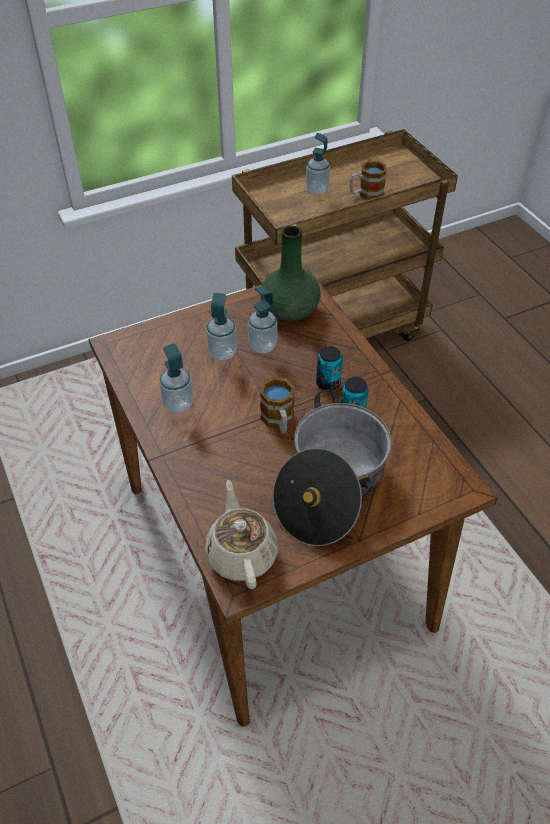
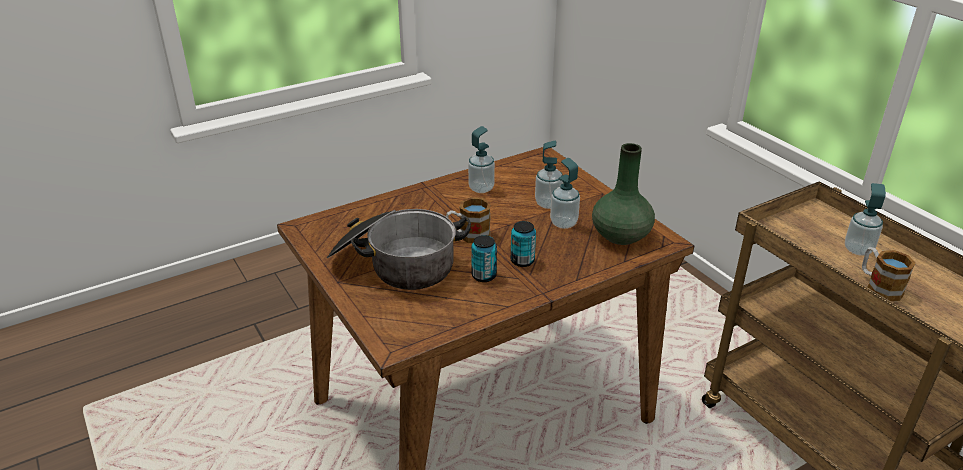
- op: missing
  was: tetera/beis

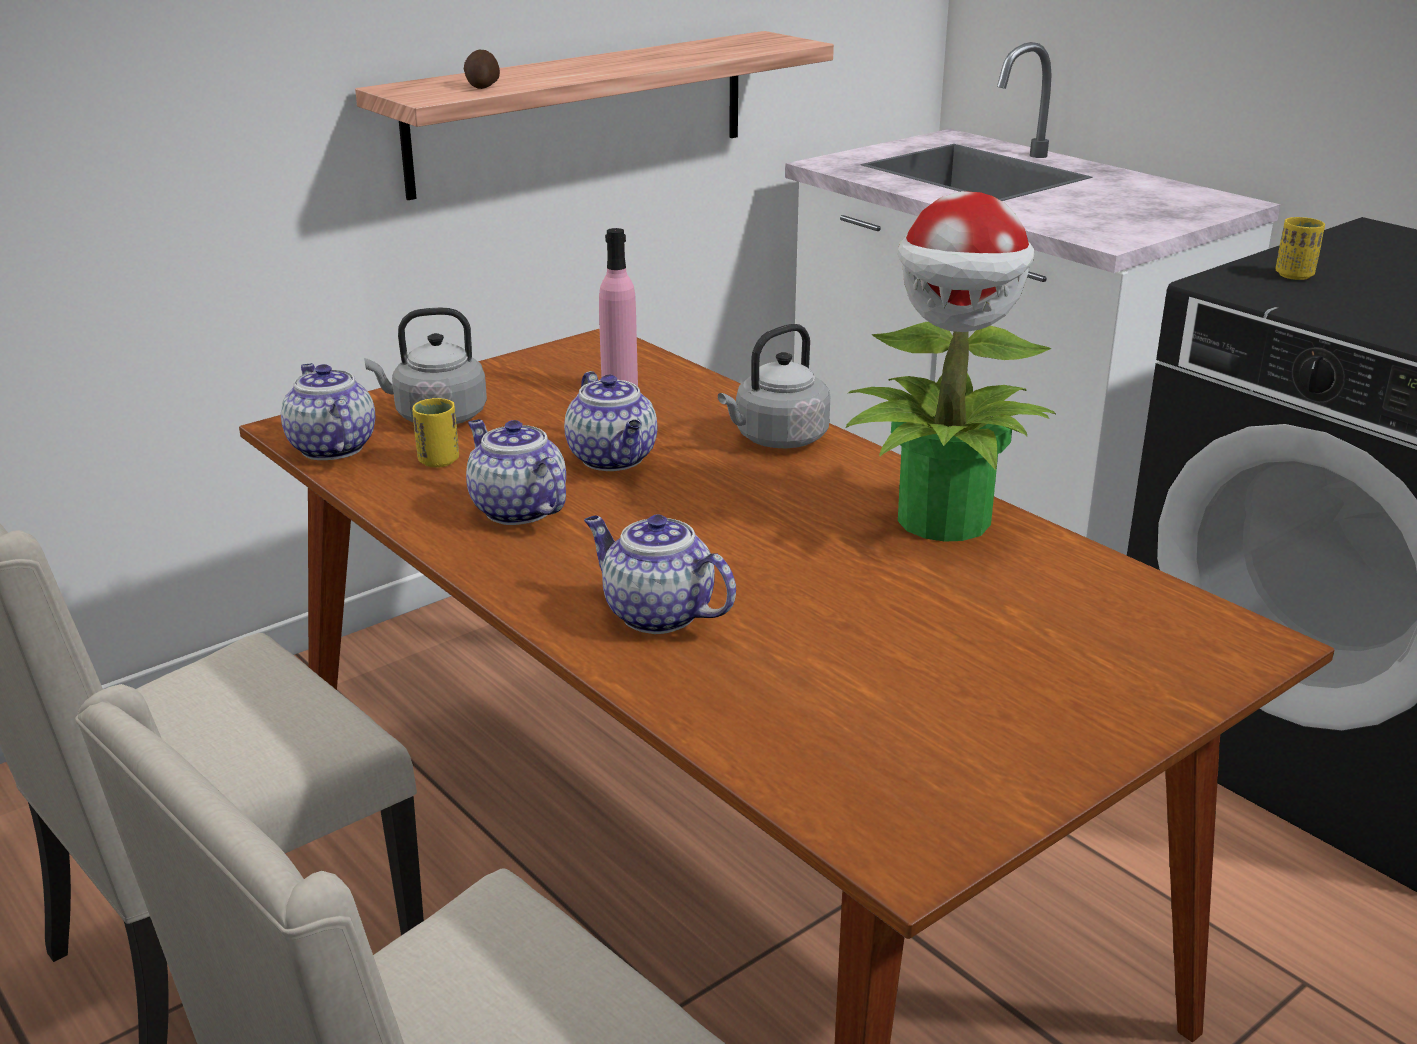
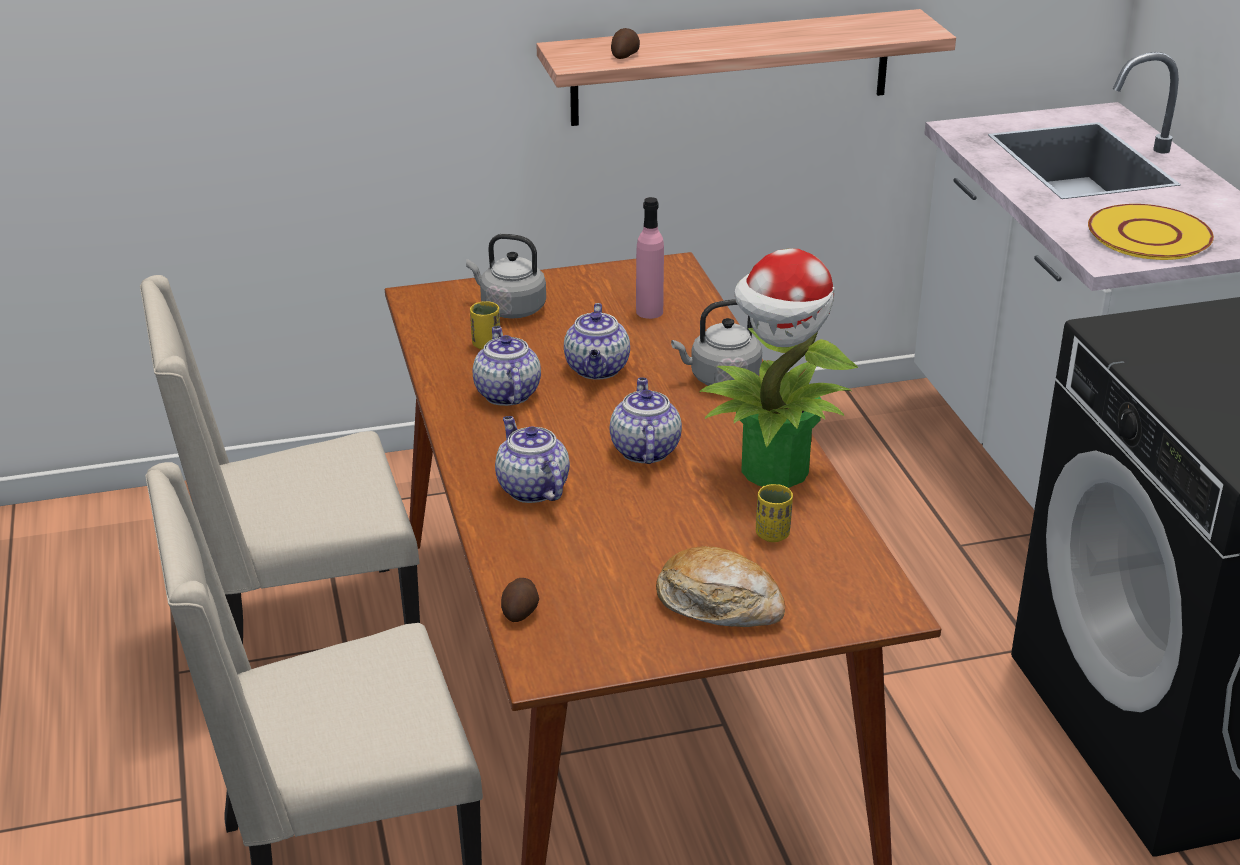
- op: appeared
  now: patata (no. 1 from left)
- op: relocated
  was: tetera (no. 1 from left in the first image)
  now: tetera (no. 4 from left)
- op: appeared
  now: pan
- op: relocated
  was: taza/amarillo (no. 2 from left)
- op: appeared
  now: plato/amarillo

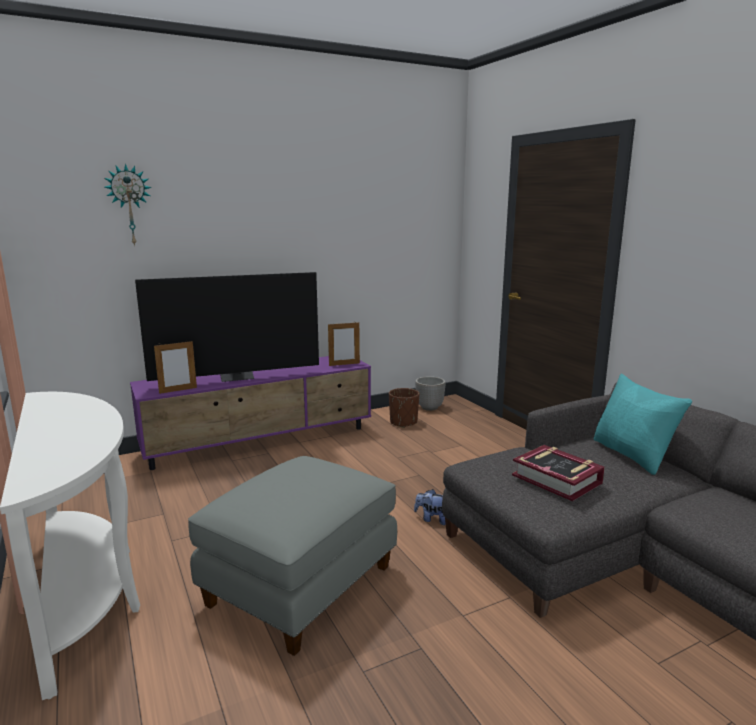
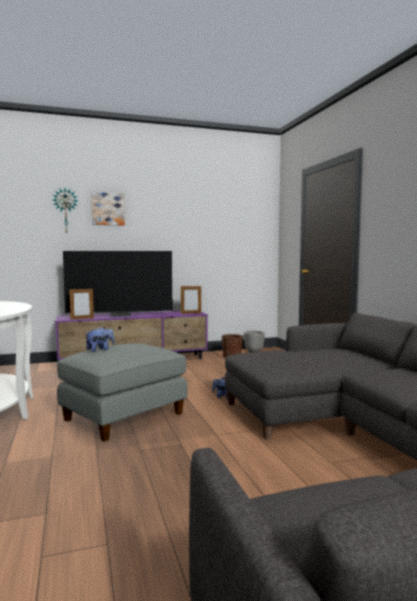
- op: appeared
  now: peluche (no. 1 from left)
- op: appeared
  now: cuadro
- op: missing
  was: libro
- op: missing
  was: cojín/turquesa

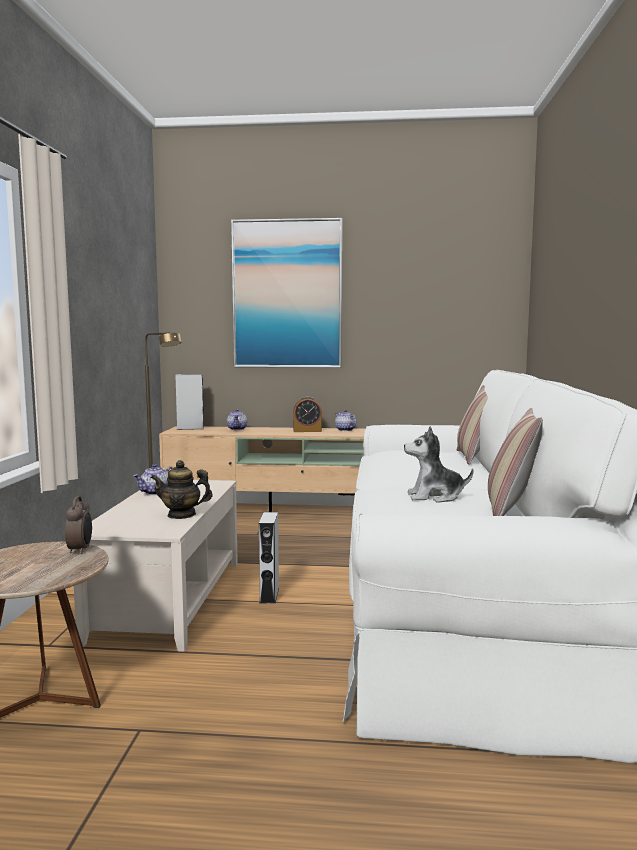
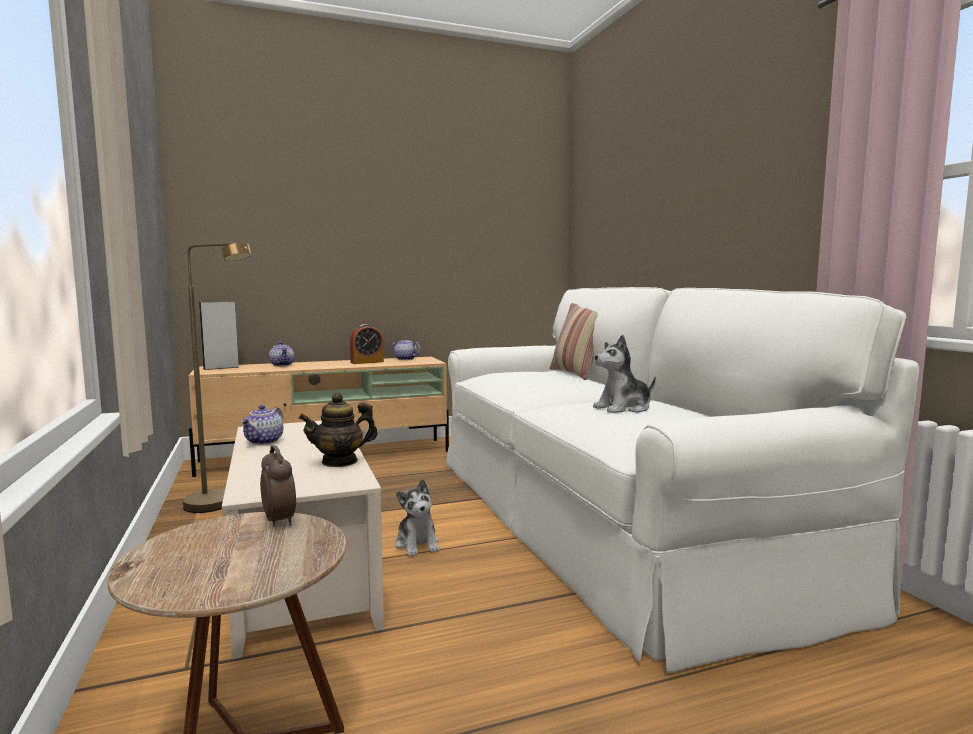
- op: exchanged
  was: altavoz/gris (no. 2 from left)
  now: peluche (no. 1 from left)
- op: missing
  was: cuadro
- op: missing
  was: cojín (no. 2 from left)

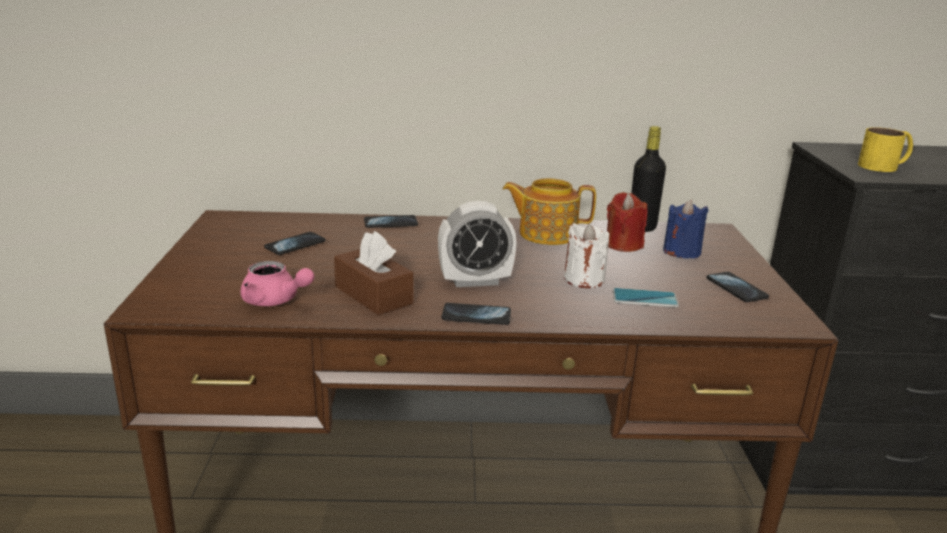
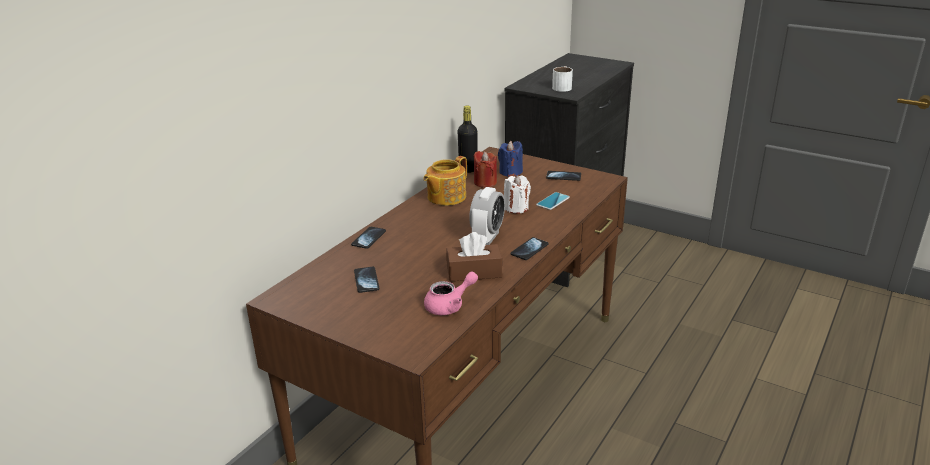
- op: colour
  was: taza grande/amarillo
  now: taza grande/blanco

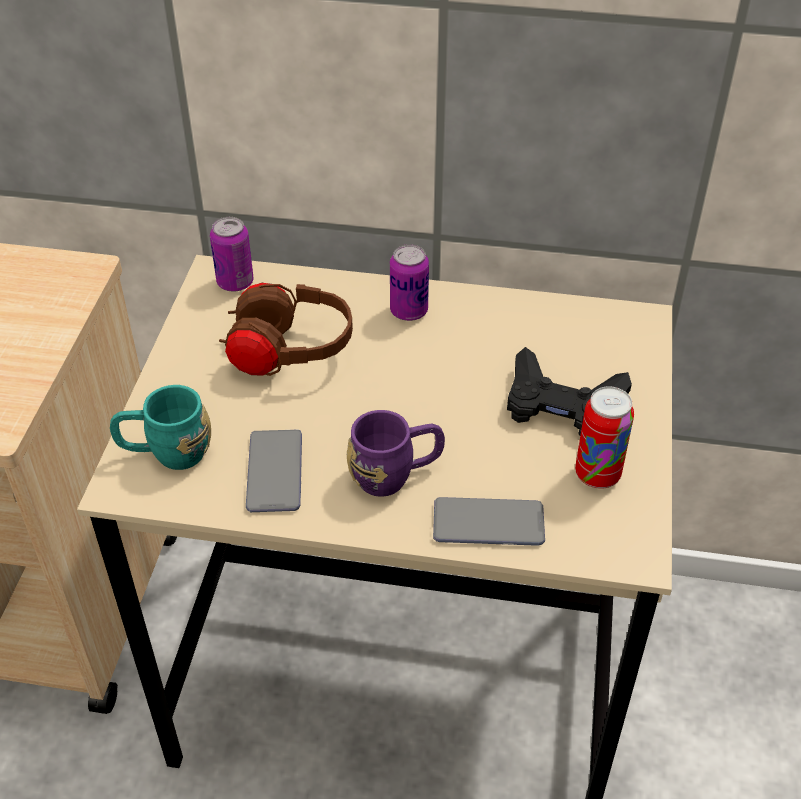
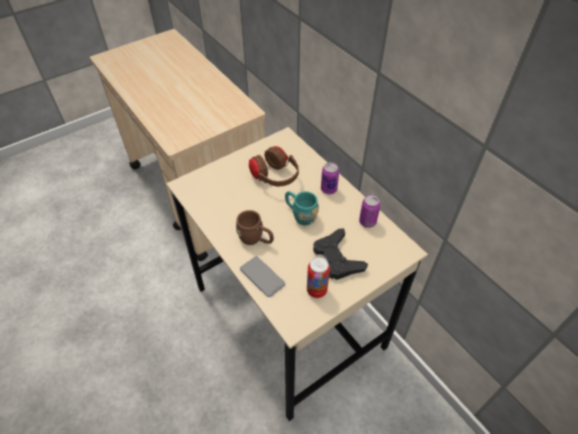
- op: colour
  was: taza grande/morado
  now: taza grande/marrón
- op: relocated
  was: taza grande/turquesa
- op: relocated
  was: lata (no. 1 from left in the first image)
  now: lata (no. 3 from left)
- op: missing
  was: móvil (no. 1 from left)

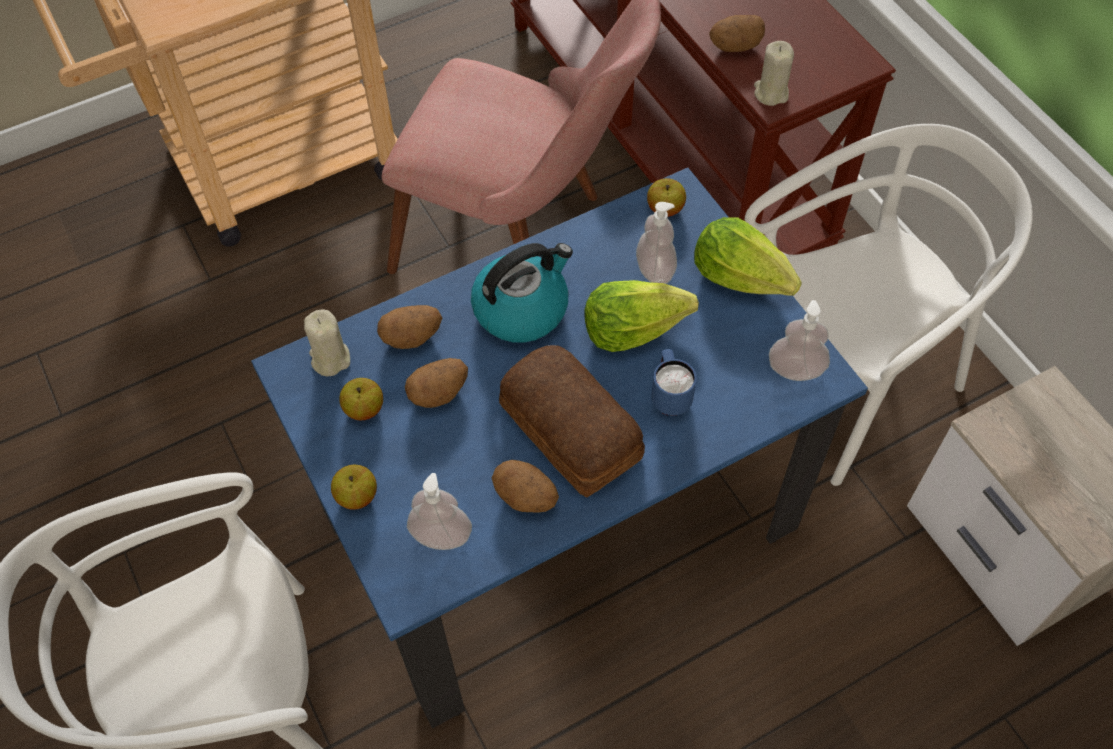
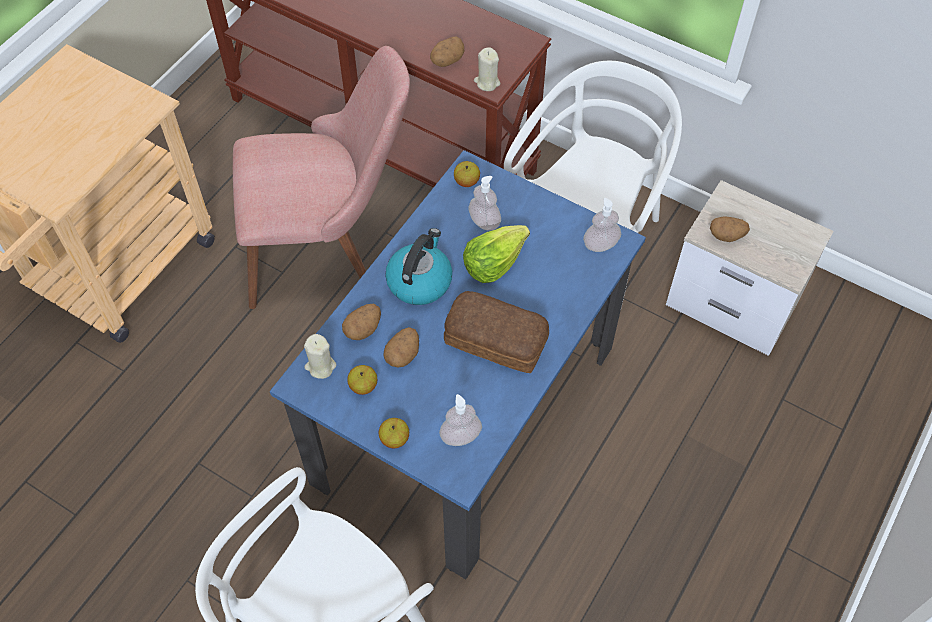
- op: relocated
  was: patata (no. 3 from left in the first image)
  now: patata (no. 4 from left)
- op: missing
  was: taza grande/azul
- op: missing
  was: lechuga (no. 2 from left)

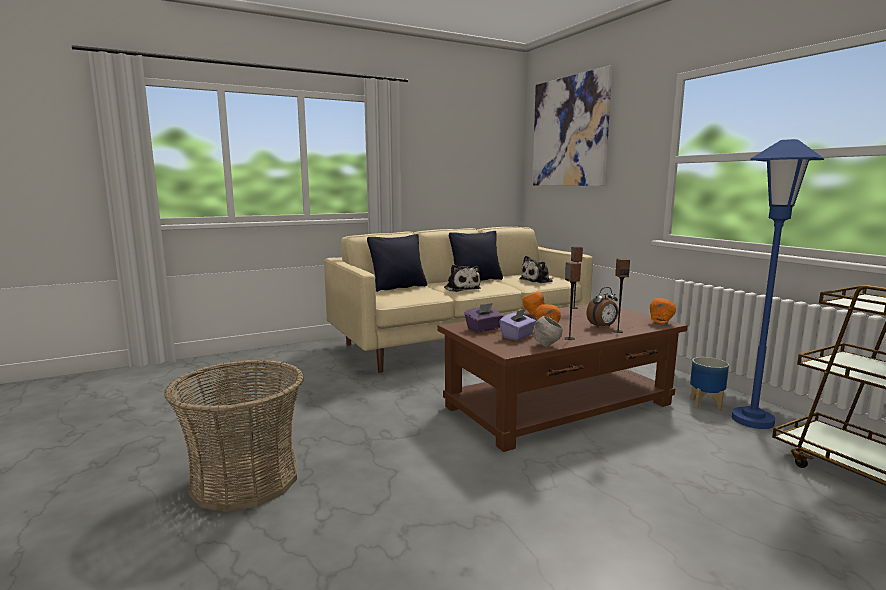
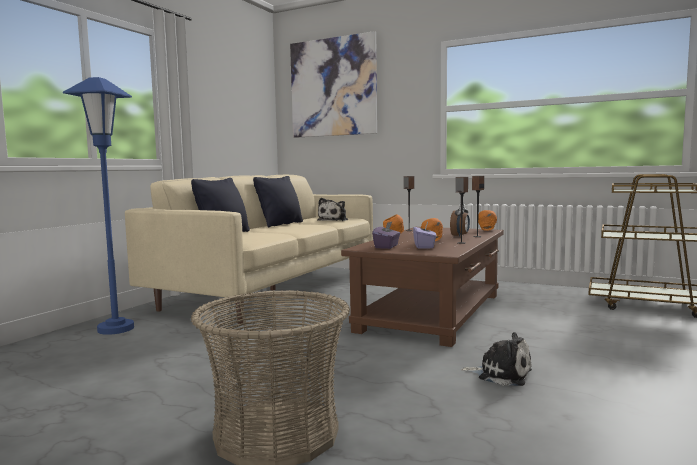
- op: relocated
  was: lámpara de pie/azul
- op: relocated
  was: peluche (no. 1 from left in the first image)
  now: peluche (no. 2 from left)
- op: missing
  was: cuenco/gris
- op: missing
  was: maceta

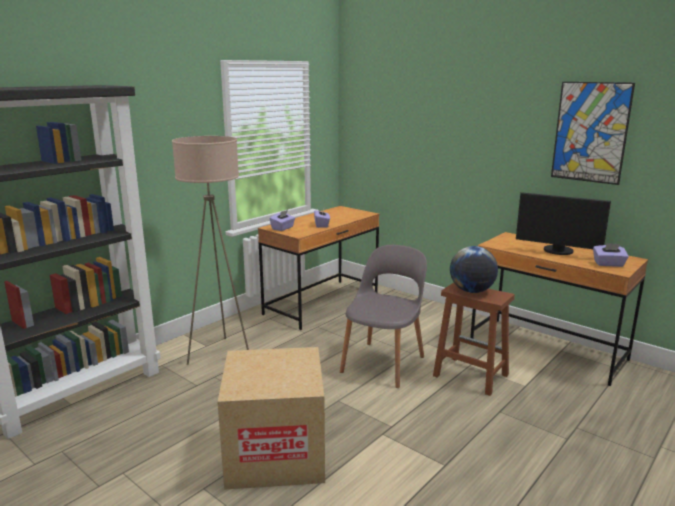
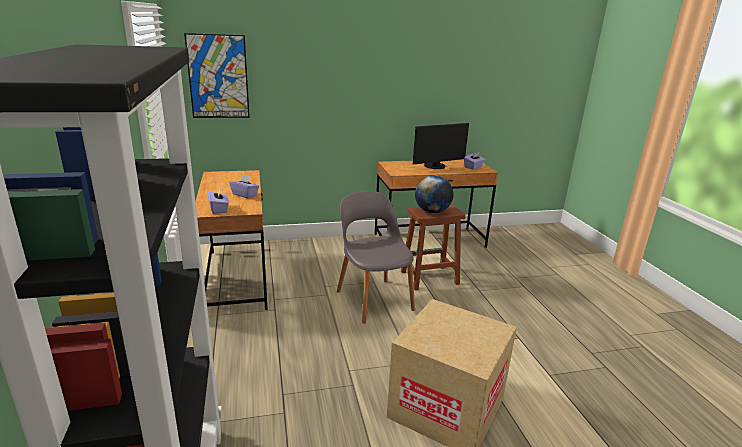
- op: relocated
  was: cuadro
- op: missing
  was: lámpara de pie/beis

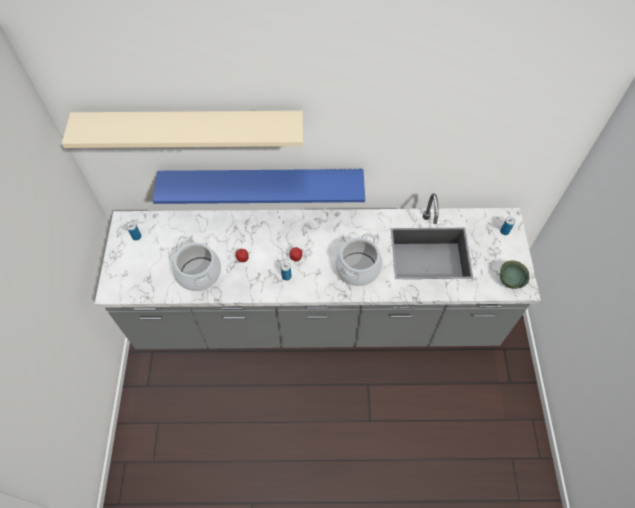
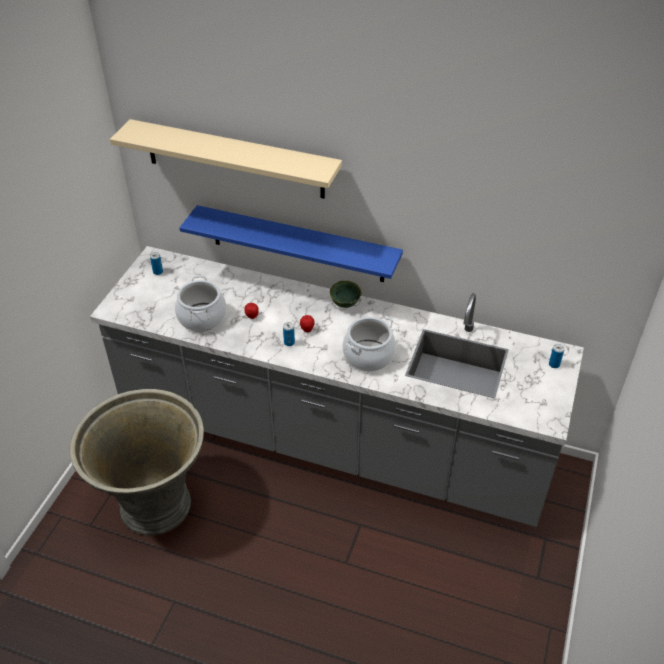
- op: appeared
  now: maceta/gris
- op: relocated
  was: cuenco/verde

